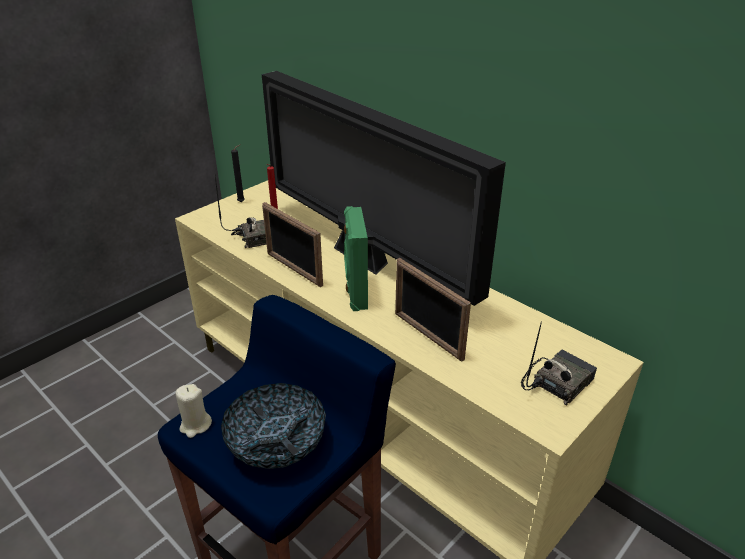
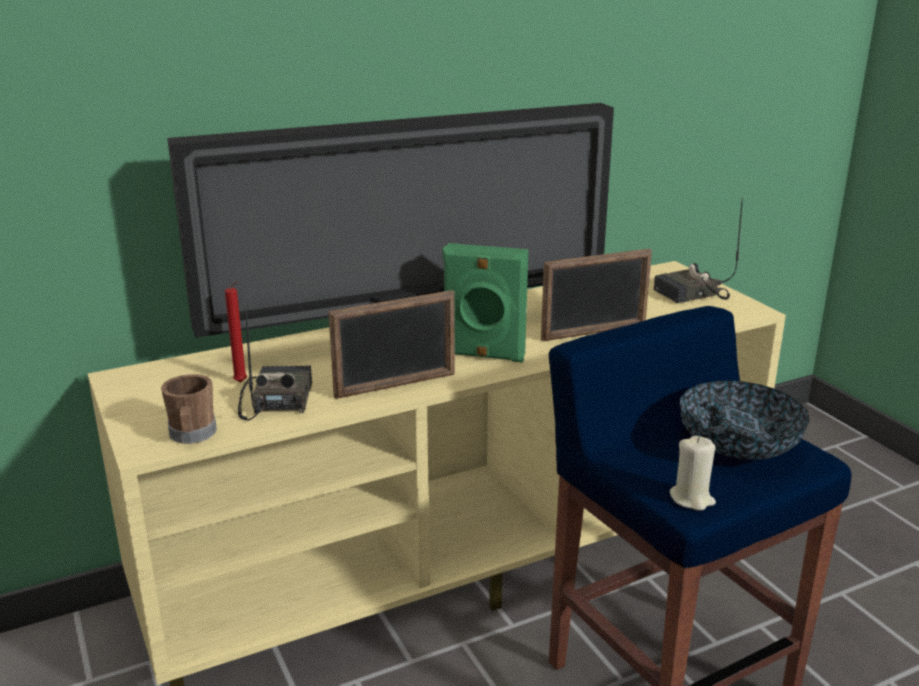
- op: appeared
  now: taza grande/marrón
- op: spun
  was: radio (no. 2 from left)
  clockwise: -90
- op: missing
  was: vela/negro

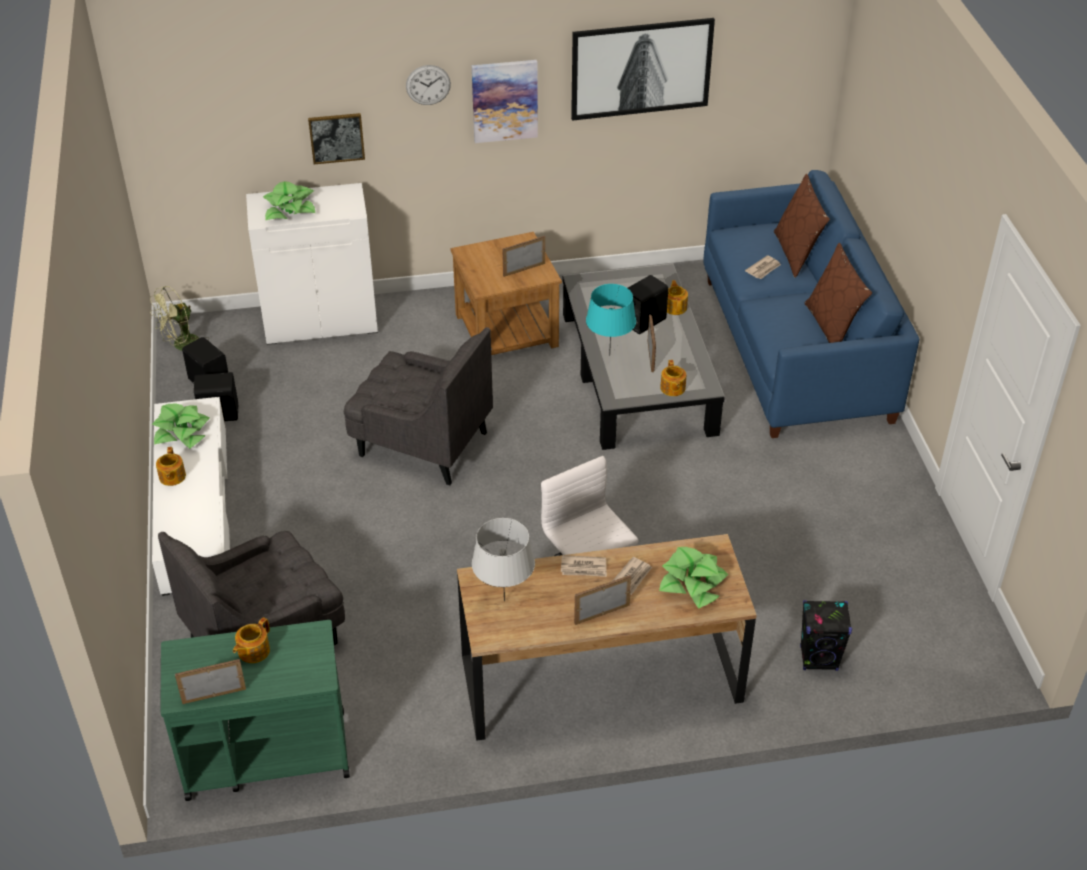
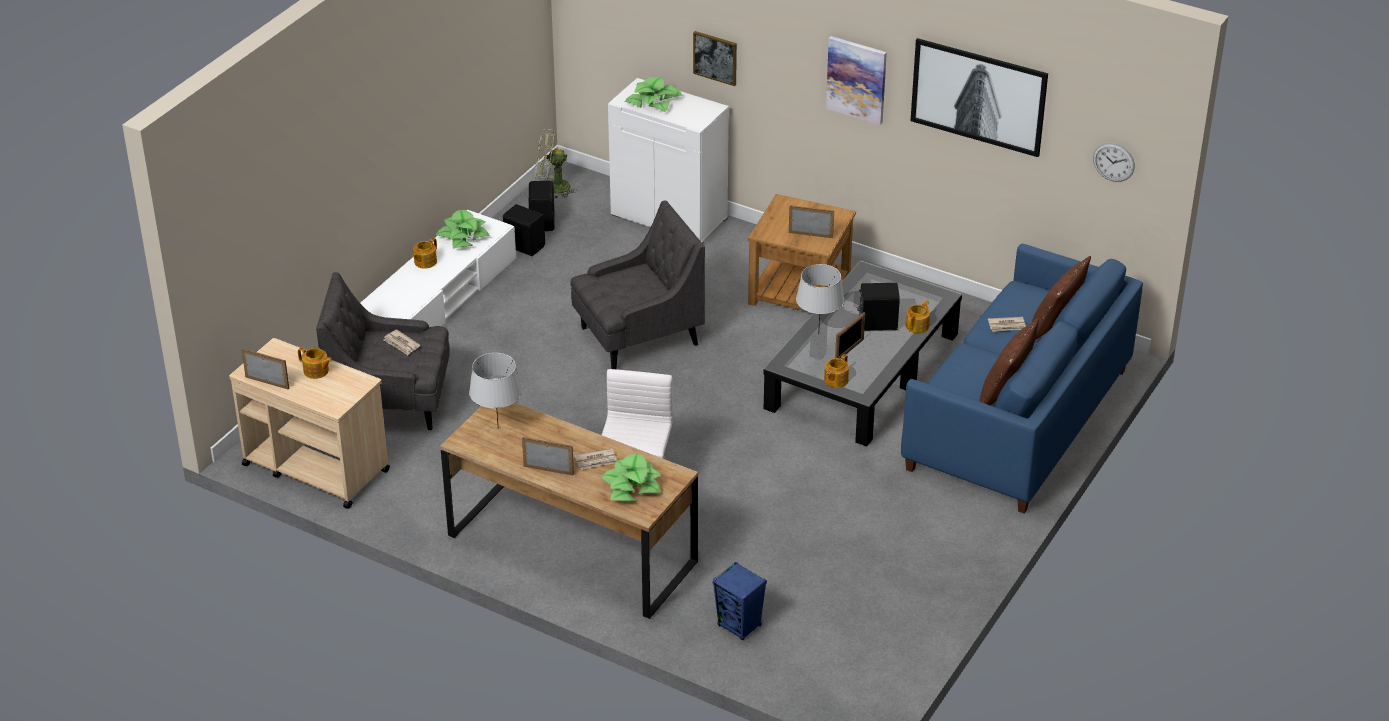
- op: colour
  was: carrito/verde
  now: carrito/beis
- op: spun
  was: tetera (no. 2 from left in the first image)
  clockwise: -135
- op: relocated
  was: periódico (no. 1 from left)
- op: spun
  was: sillón/gris (no. 2 from left)
  clockwise: -90
- op: colour
  was: altavoz/negro (no. 4 from left)
  now: altavoz/azul
- op: colour
  was: lámpara de mesa/turquesa
  now: lámpara de mesa/gris (no. 2 from left)
- op: relocated
  was: reloj de pared

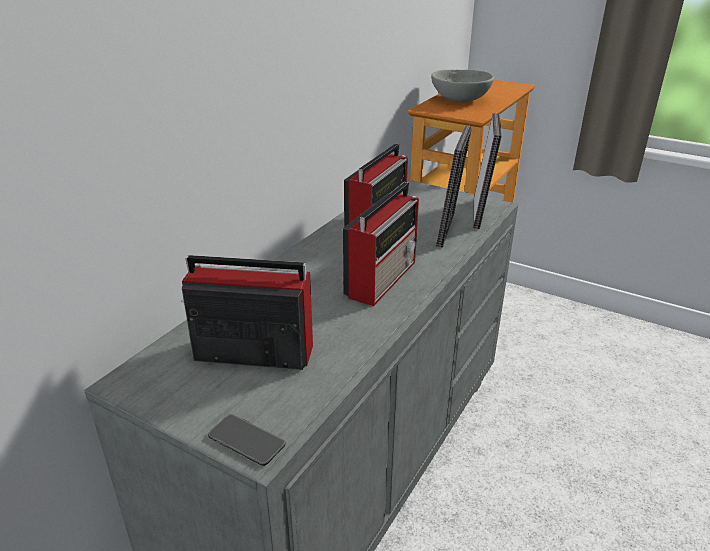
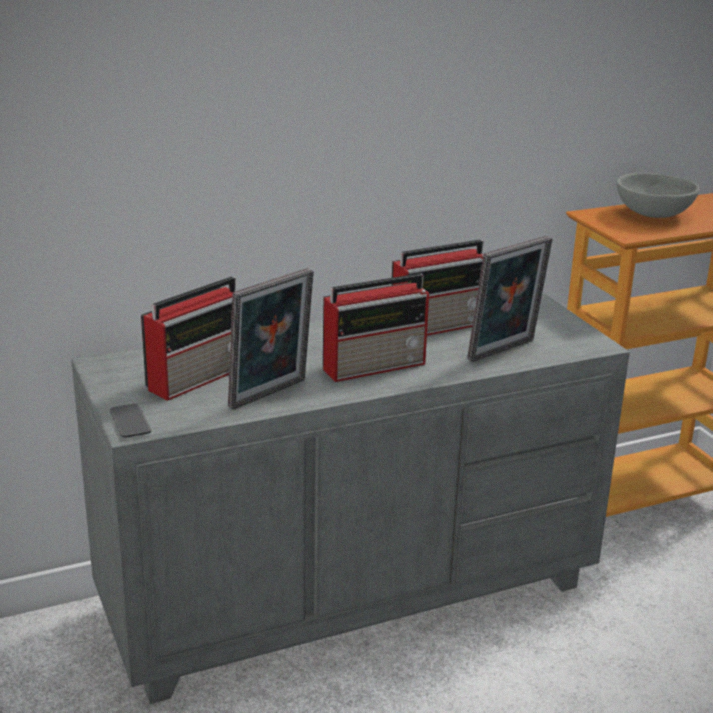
- op: spun
  was: radio (no. 1 from left)
  clockwise: 90
- op: relocated
  was: portarretratos (no. 2 from left in the first image)
  now: portarretratos (no. 1 from left)

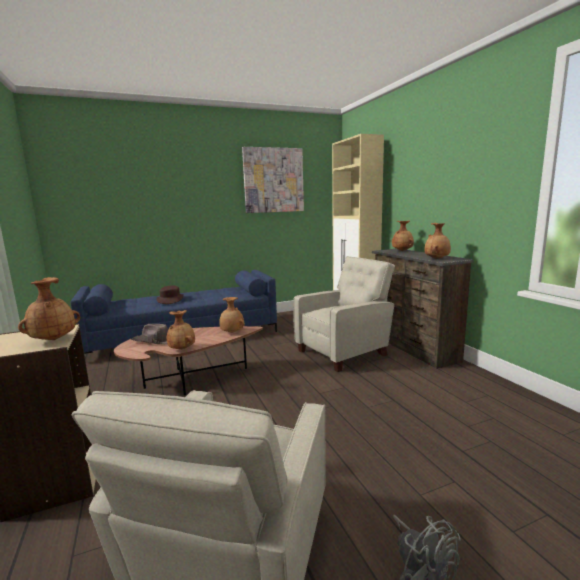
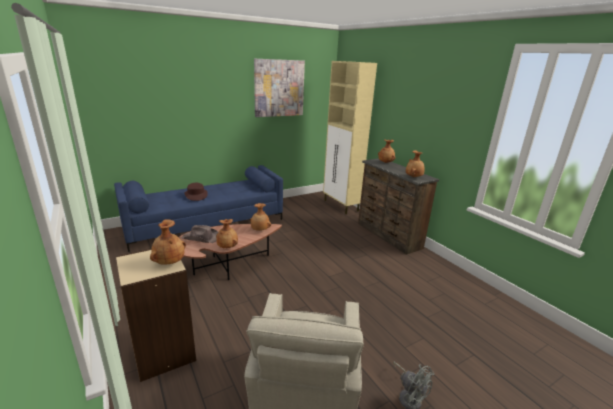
- op: missing
  was: sillón/beis (no. 2 from left)

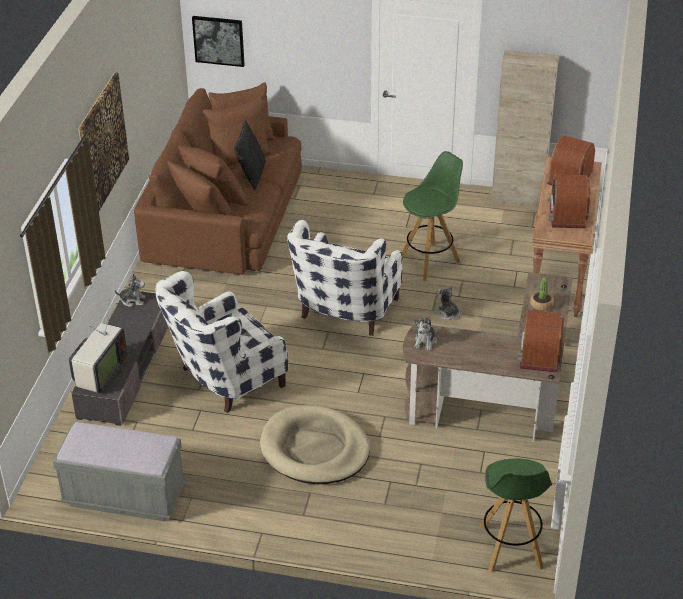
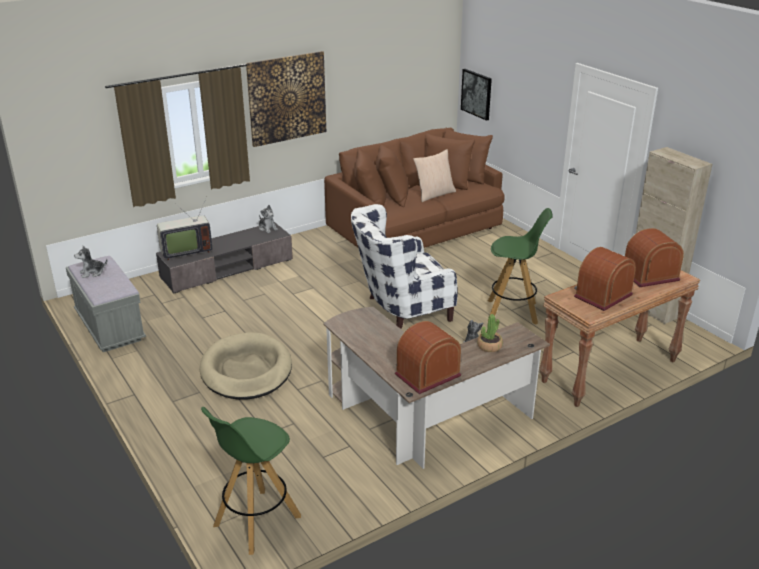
- op: relocated
  was: peluche (no. 2 from left in the first image)
  now: peluche (no. 1 from left)
- op: colour
  was: cojín/negro
  now: cojín/beis
- op: missing
  was: sillón/blanco (no. 1 from left)

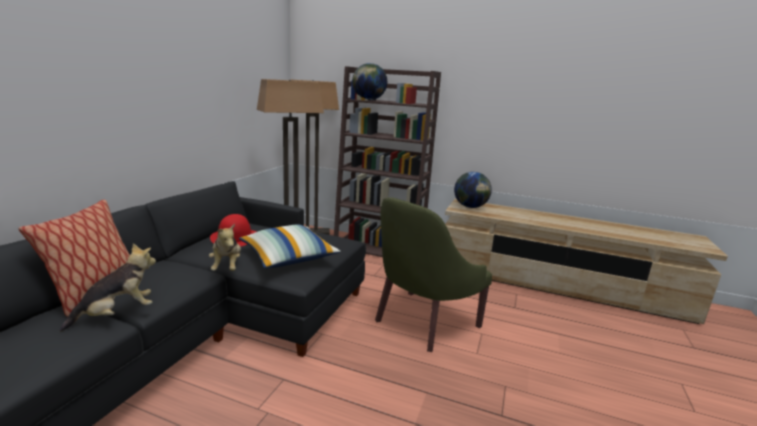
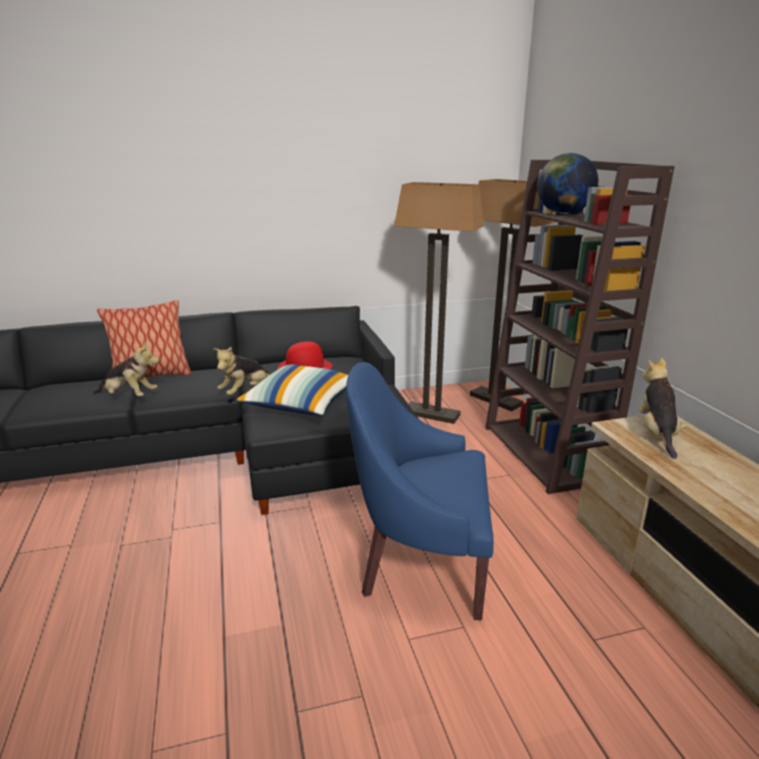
- op: colour
  was: sillón/verde
  now: sillón/azul
- op: exchanged
  was: globo terráqueo (no. 2 from left)
  now: peluche (no. 3 from left)

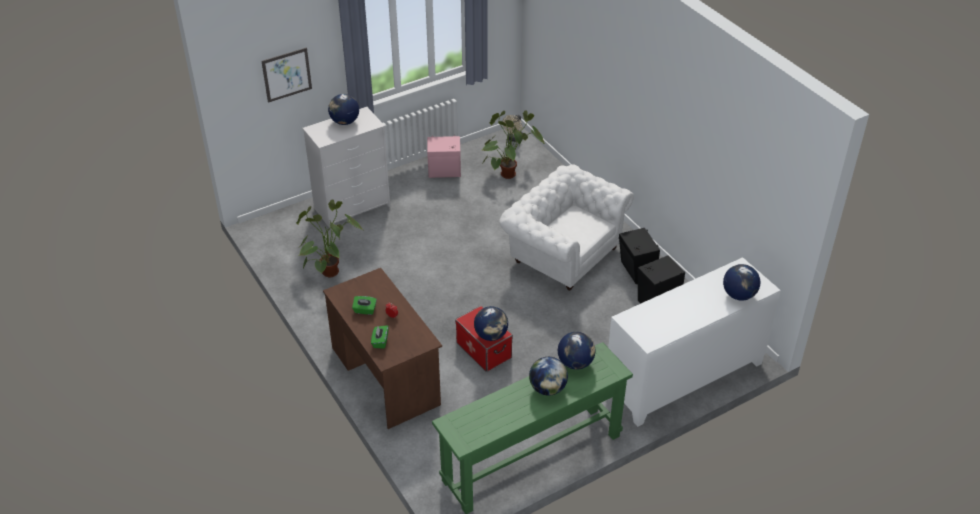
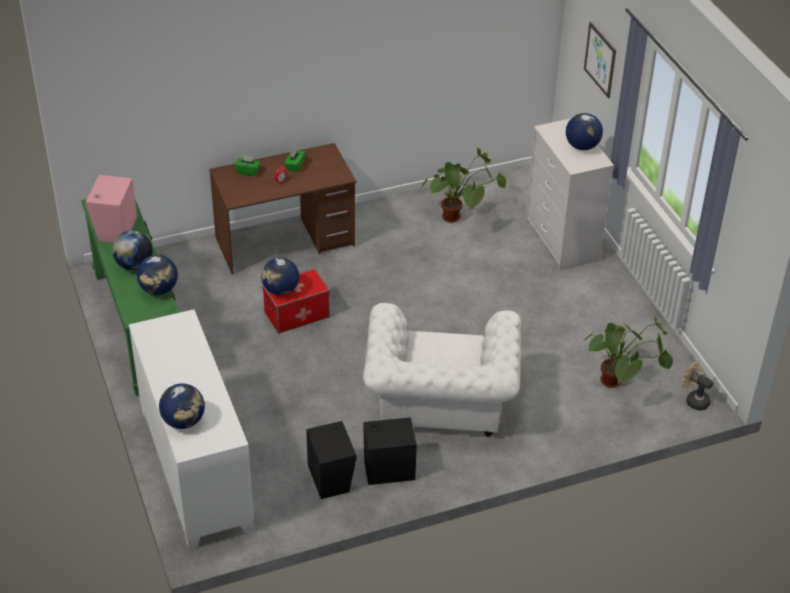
- op: relocated
  was: altavoz/rosa
- op: spun
  was: sillón/blanco
  clockwise: 135

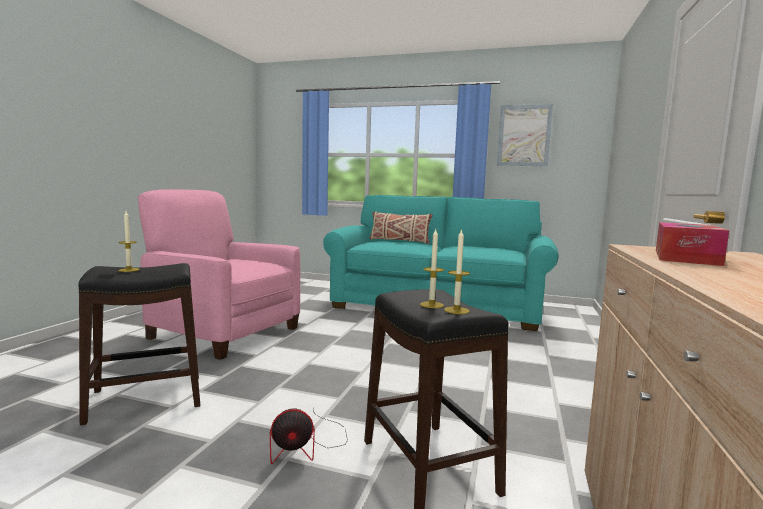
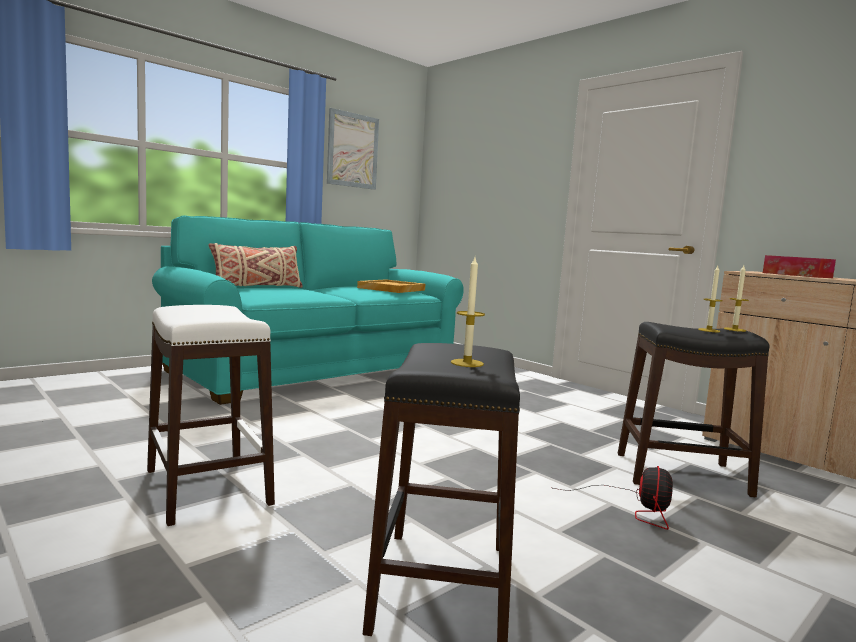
- op: exchanged
  was: sillón/rosa
  now: taburete/blanco
- op: appeared
  now: bandeja/beis

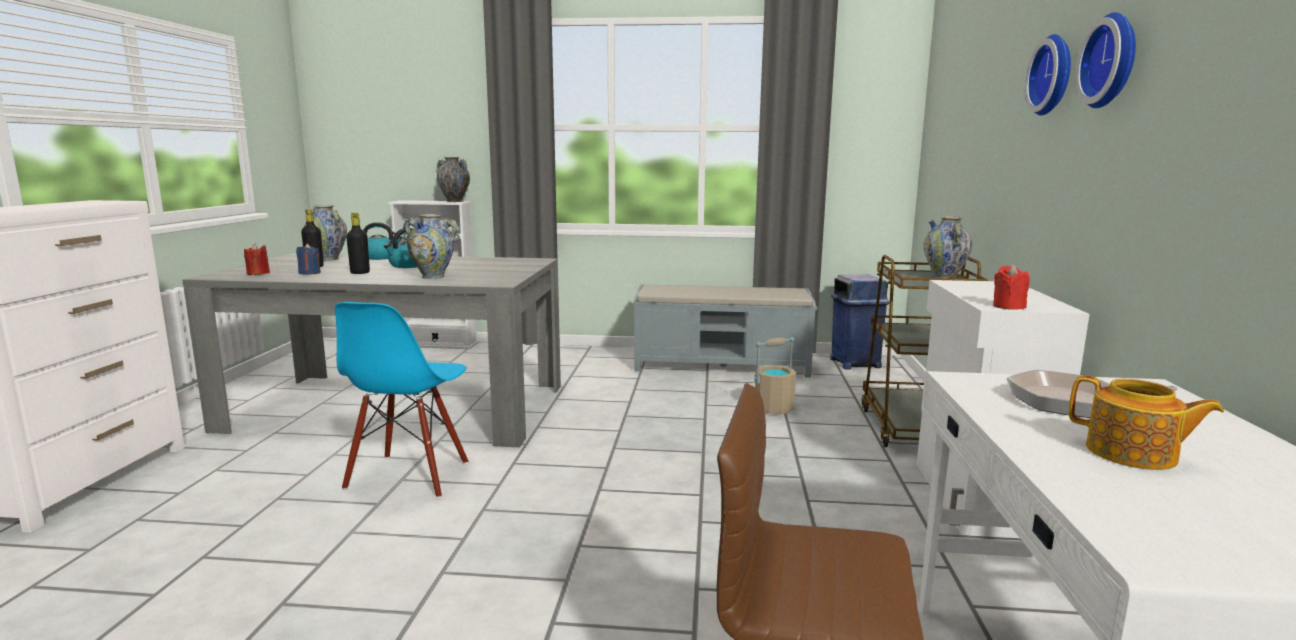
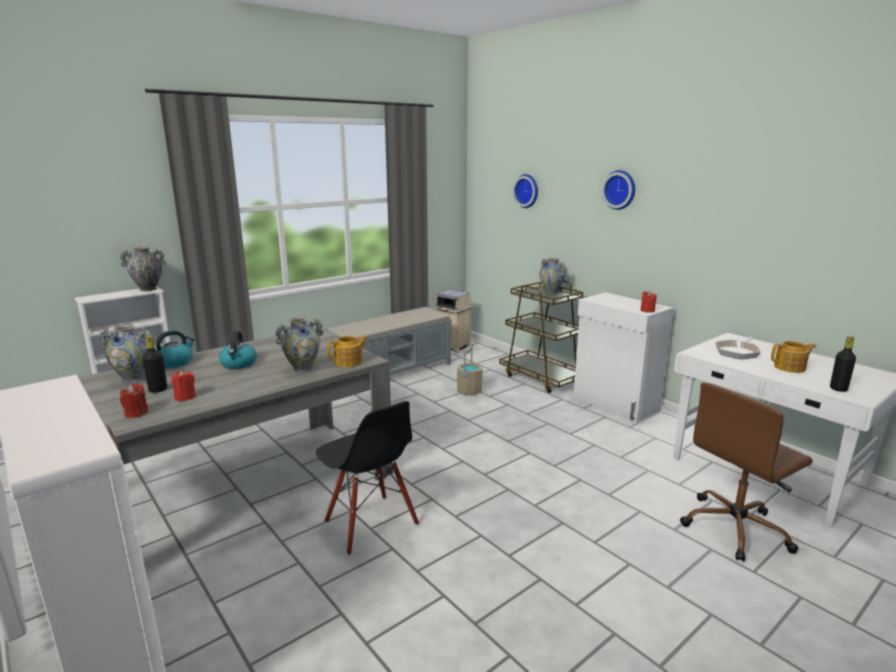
- op: colour
  was: vela/azul
  now: vela/rojo (no. 2 from left)
- op: colour
  was: silla/azul
  now: silla/negro
- op: appeared
  now: tetera (no. 1 from left)
- op: colour
  was: papelera/azul
  now: papelera/beis
- op: relocated
  was: reloj de pared (no. 2 from left in the first image)
  now: reloj de pared (no. 1 from left)
- op: relocated
  was: botella/negro (no. 2 from left)

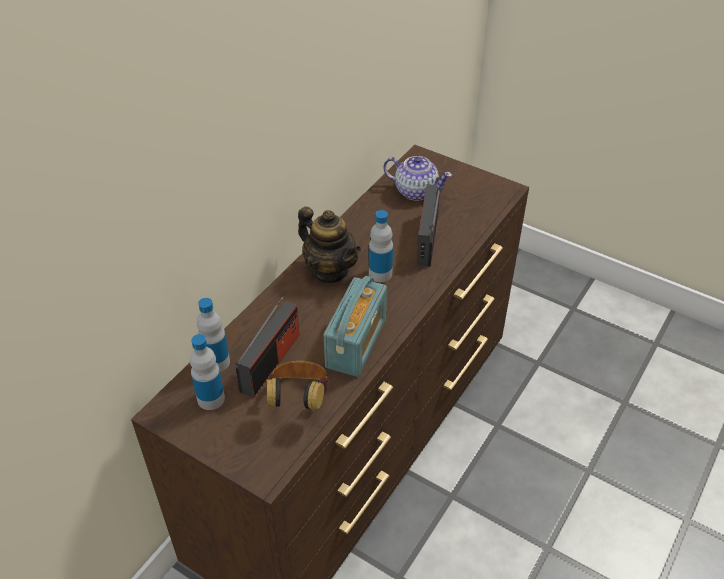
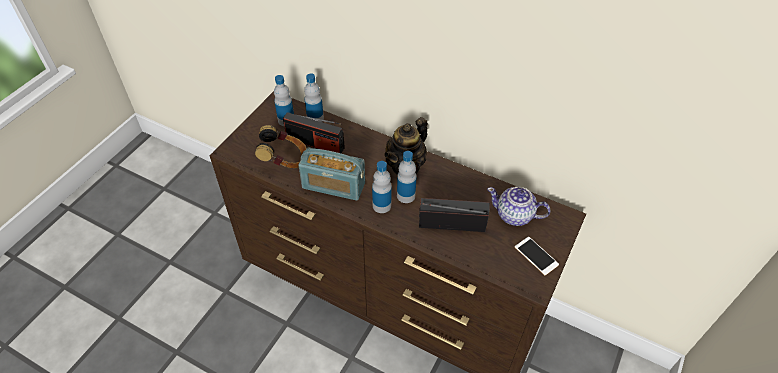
- op: appeared
  now: botella (no. 3 from left)
- op: spun
  was: tetera (no. 2 from left)
  clockwise: 90
- op: appeared
  now: móvil

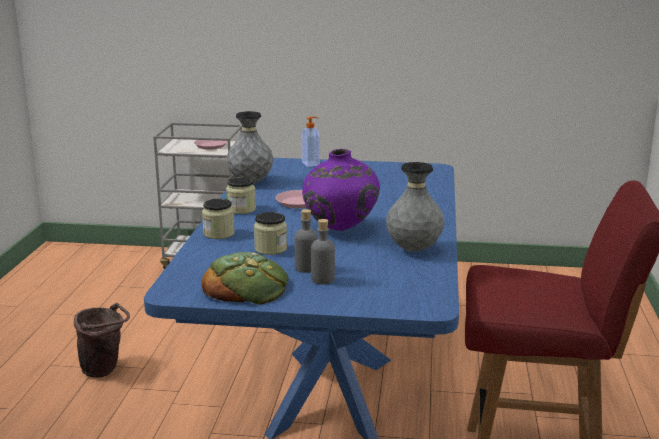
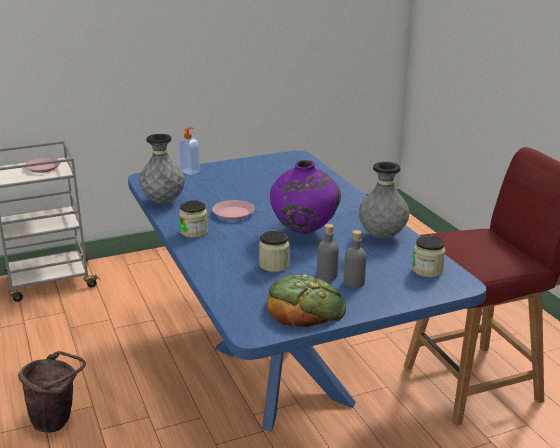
- op: relocated
  was: tarro (no. 1 from left in the first image)
  now: tarro (no. 3 from left)

